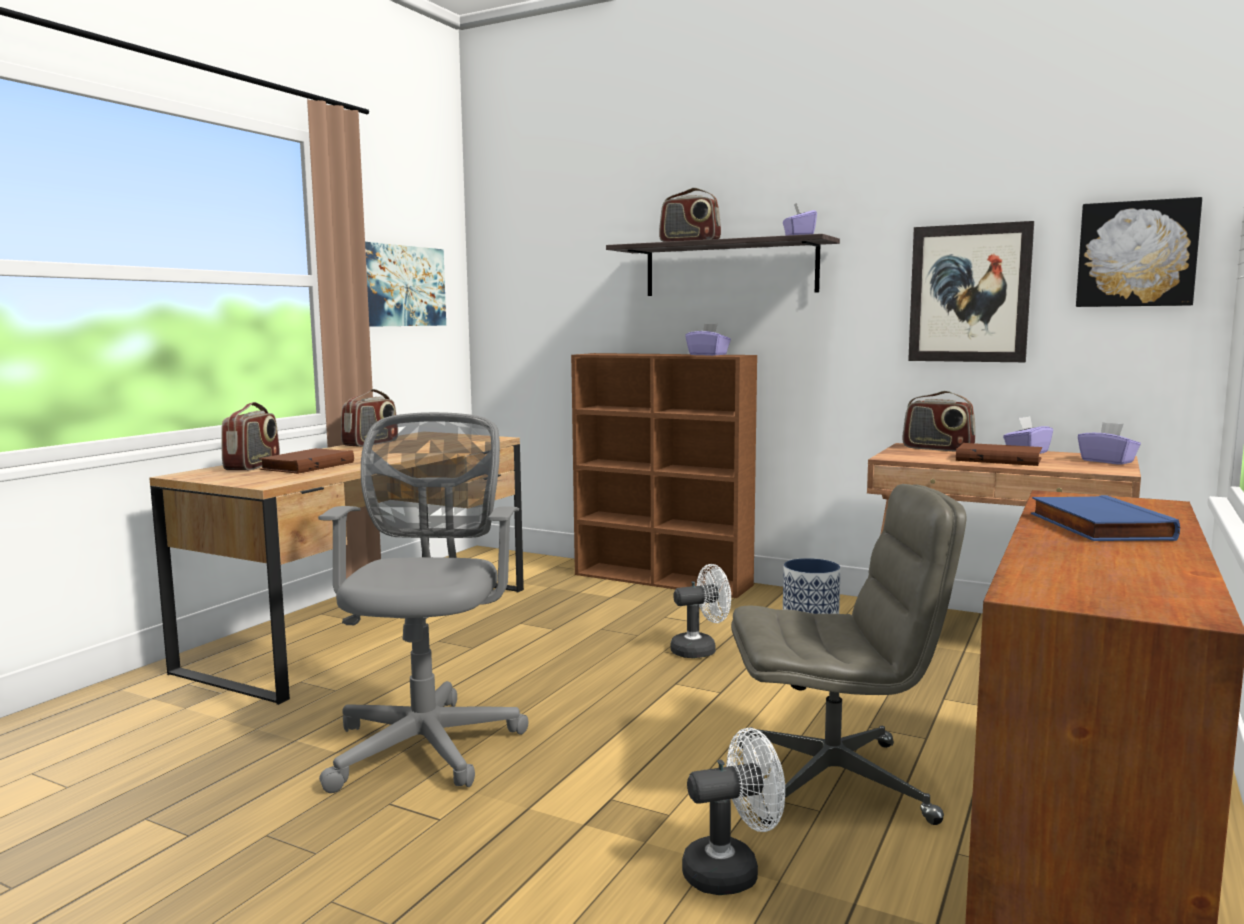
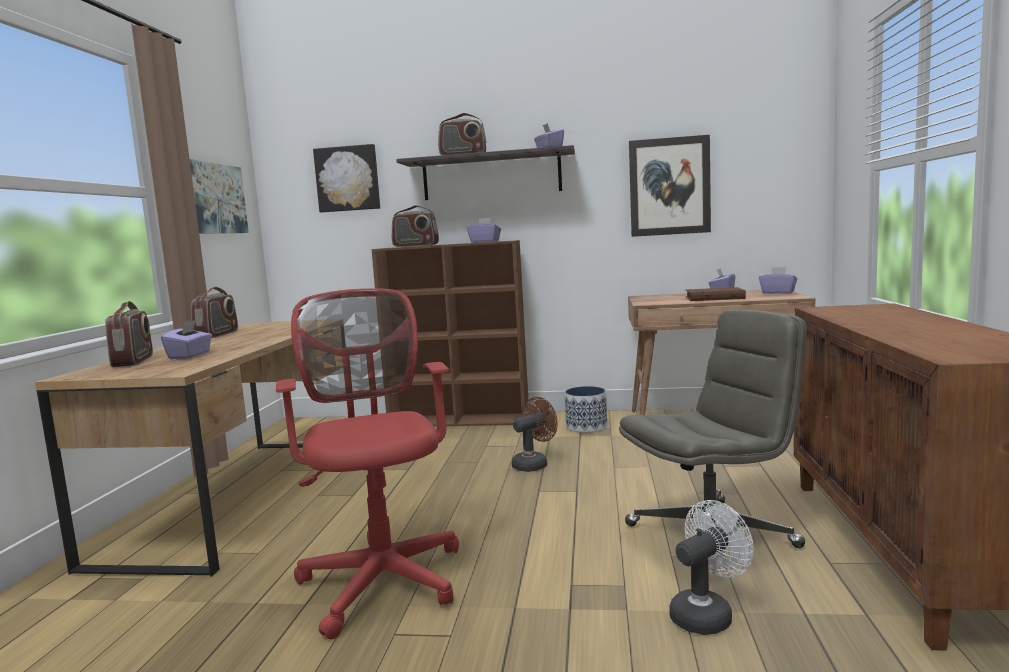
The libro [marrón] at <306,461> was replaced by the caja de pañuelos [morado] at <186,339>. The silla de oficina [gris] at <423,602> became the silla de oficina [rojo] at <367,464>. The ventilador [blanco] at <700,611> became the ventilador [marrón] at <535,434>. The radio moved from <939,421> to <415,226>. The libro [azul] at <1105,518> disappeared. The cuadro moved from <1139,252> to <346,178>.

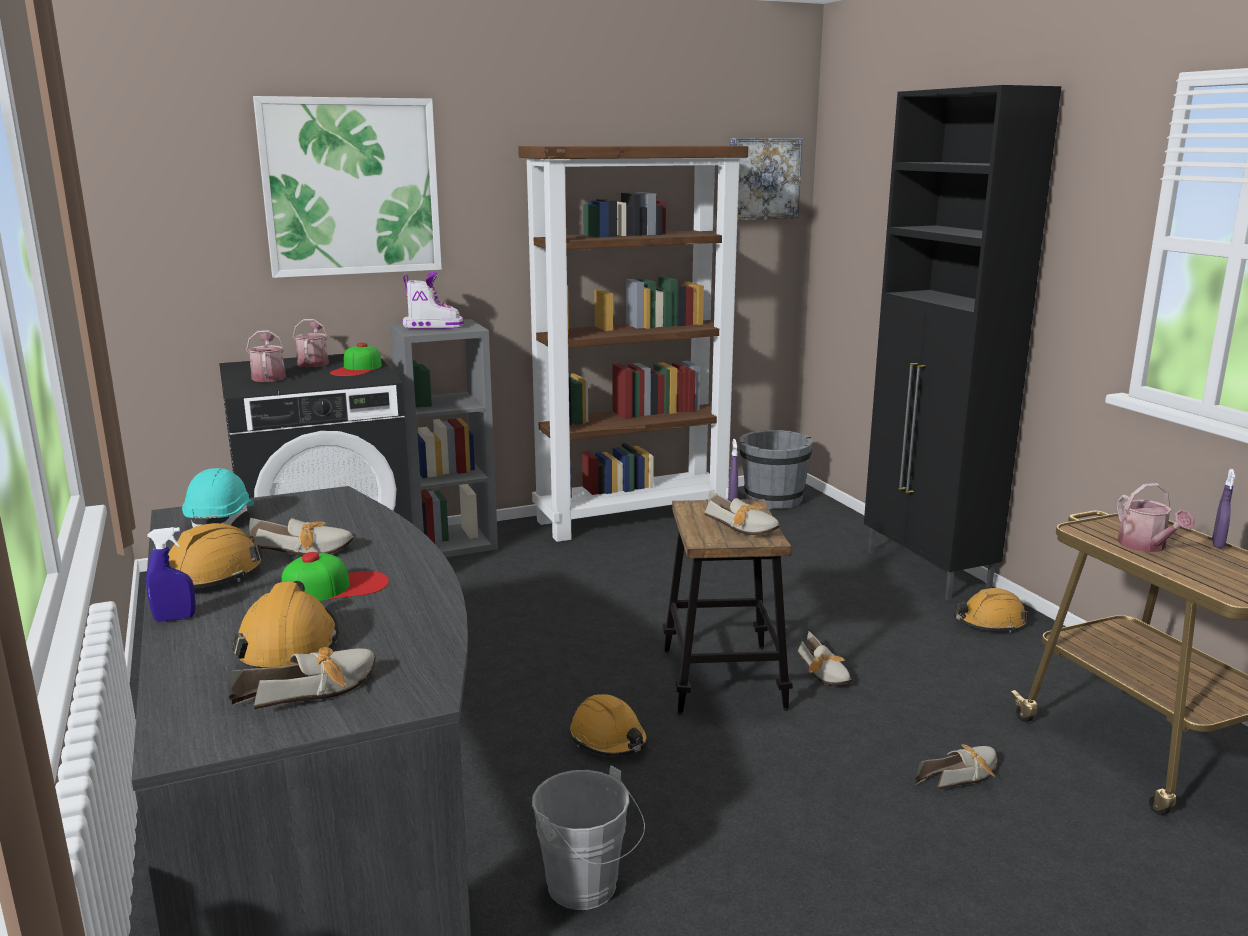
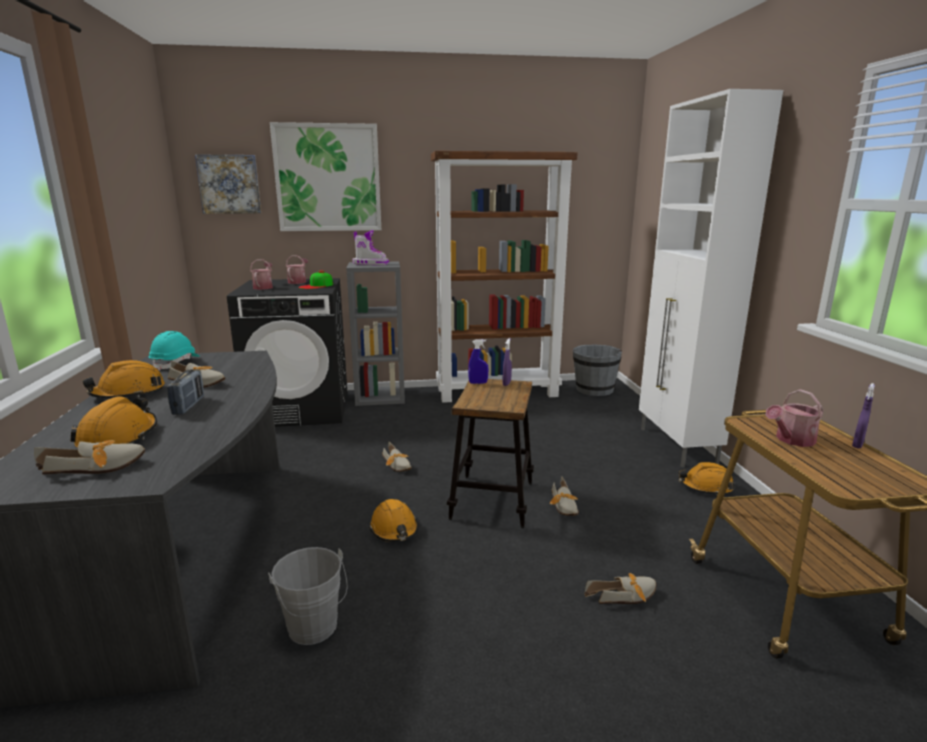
The pulverizador [azul] moved from <171,574> to <478,361>. The gorra at <335,576> was replaced by the radio at <185,392>. The zapato moved from <742,513> to <397,457>. The cuadro moved from <766,179> to <228,184>. The armario [negro] at <963,342> became the armario [blanco] at <711,278>. The regadera at <1156,517> turned 60 degrees clockwise.

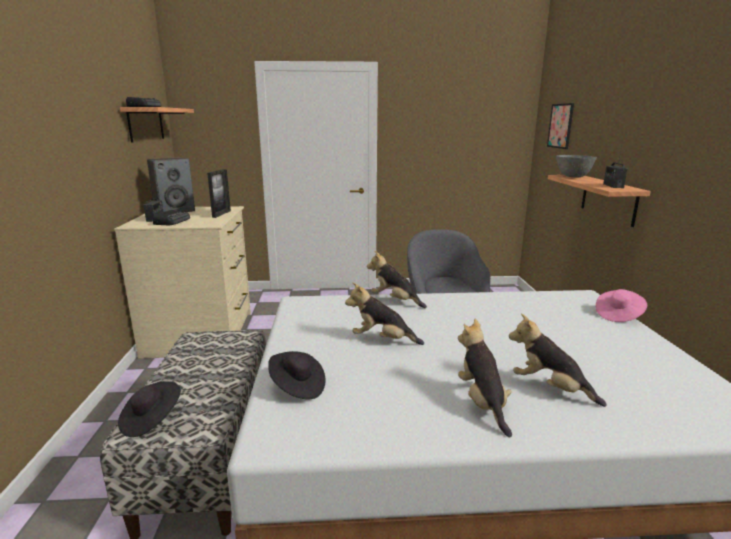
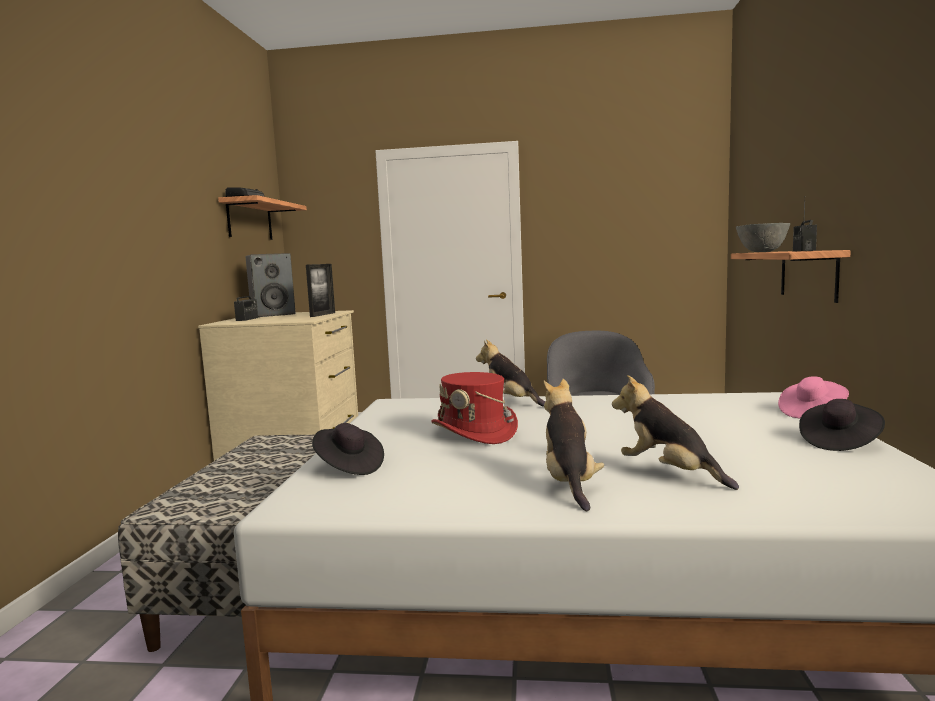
The sombrero [negro] moved from <149,409> to <842,425>. The radio at <171,217> disappeared. The peluche at <384,314> was replaced by the sombrero [rojo] at <474,408>. The cuadro at <560,126> disappeared.

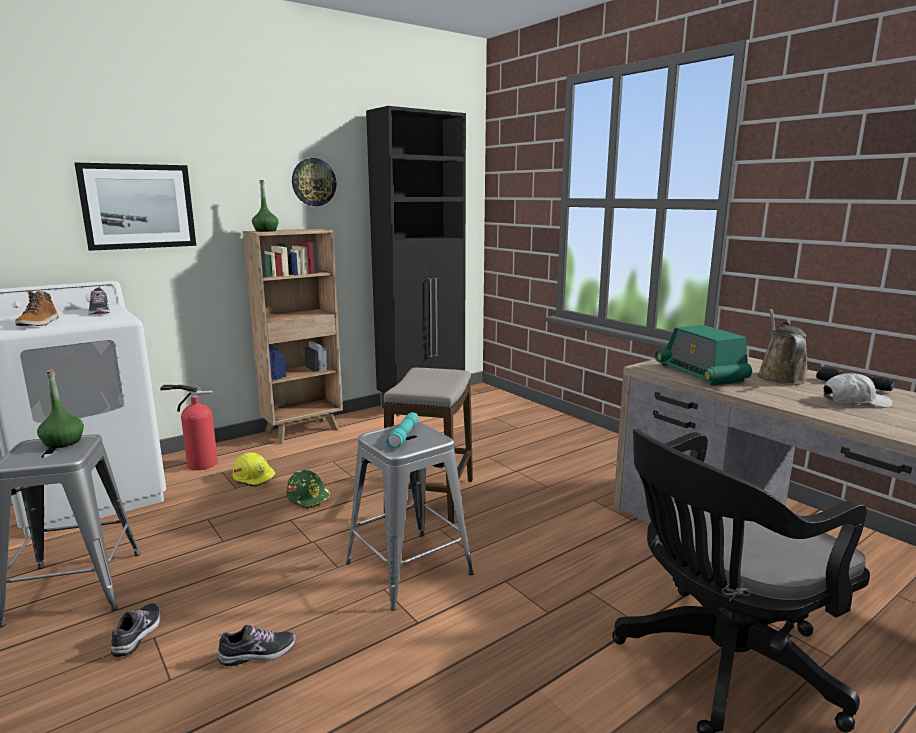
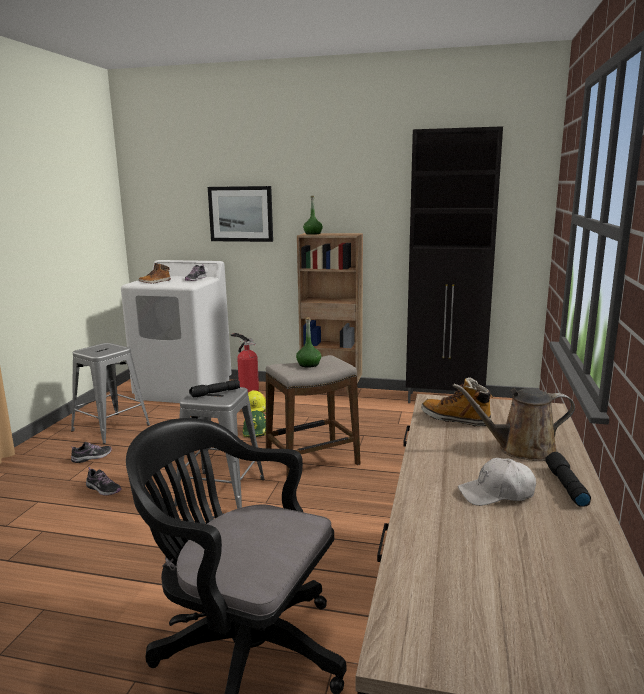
The botella [verde] moved from <60,408> to <308,342>. The reloj de pared at <314,182> disappeared. The linterna [turquesa] at <402,430> became the linterna [negro] at <214,389>. The radio at <703,355> was replaced by the bota at <457,401>. The regadera [marrón] at <782,347> turned 150 degrees counterclockwise. The gorra [blanco] at <858,390> turned 120 degrees clockwise.

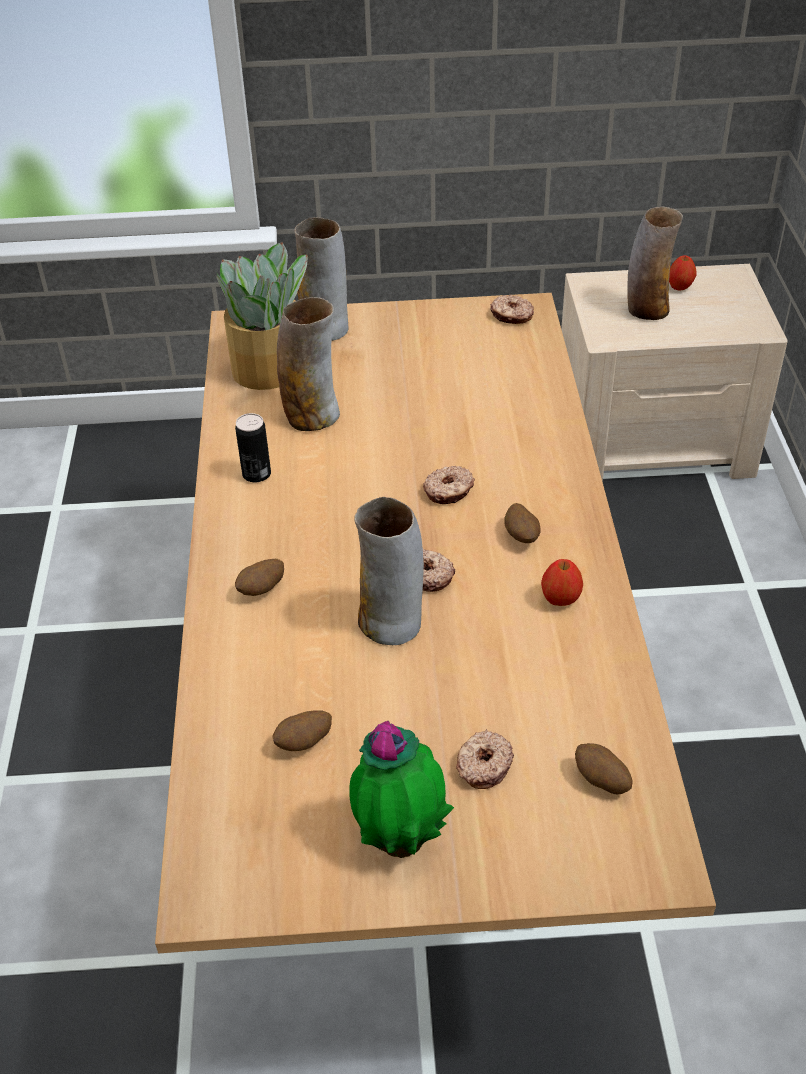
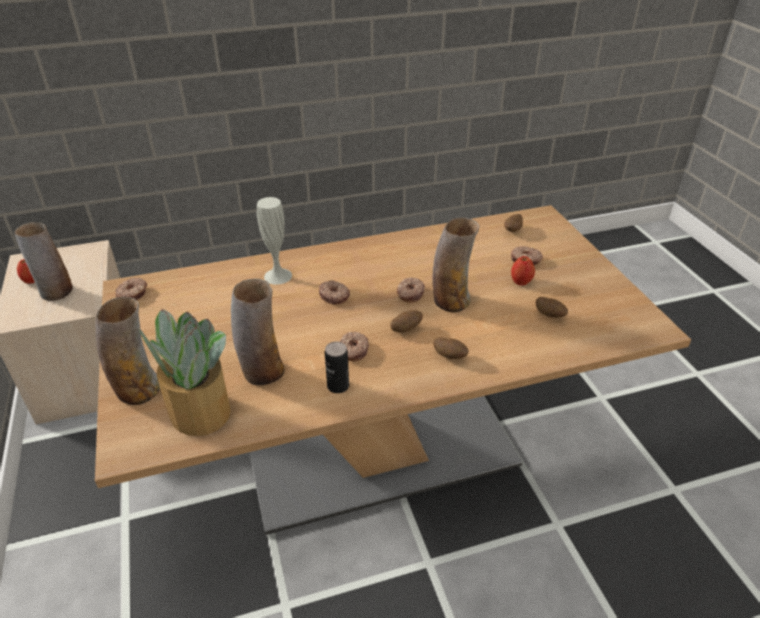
The planta en maceta at <401,789> disappeared. The patata moved from <522,523> to <406,321>. The manzana moved from <562,582> to <523,270>. The florero [blanco] at <274,241> appeared. The rosquilla at <354,347> appeared.

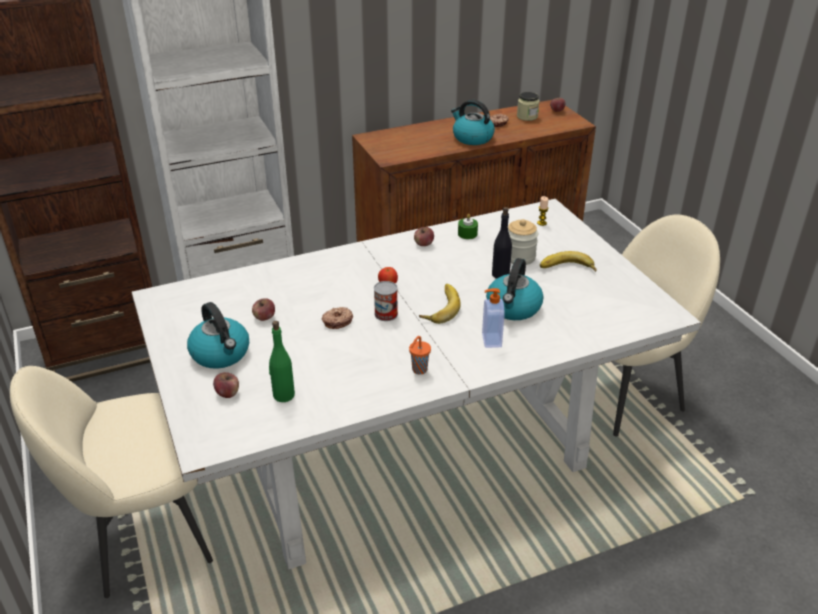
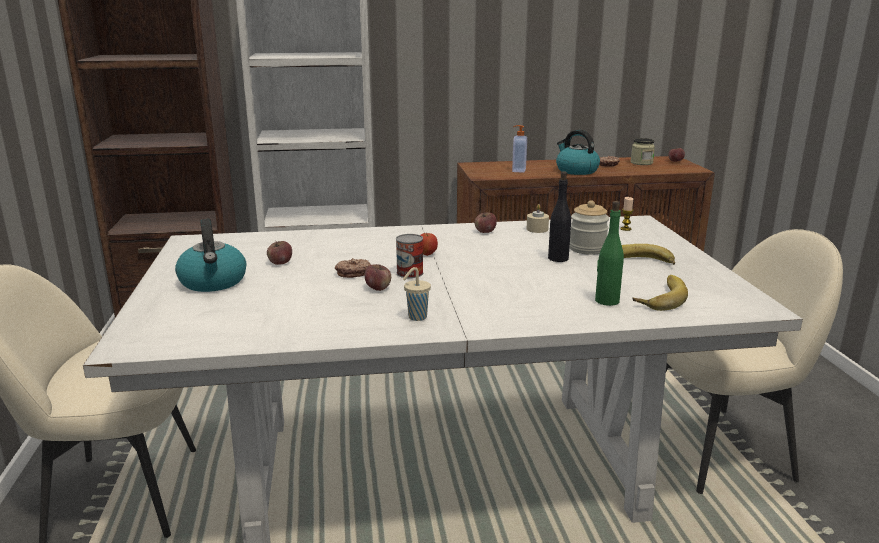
The manzana moved from <226,385> to <378,277>. The botella [verde] moved from <282,361> to <609,253>. The taza [naranja] at <420,355> became the taza [beis] at <417,294>. The plátano moved from <440,304> to <660,293>. The vela [verde] at <468,226> became the vela [beis] at <538,218>. The dispensador de jabón moved from <493,318> to <519,149>. The hervidor at <514,289> disappeared.

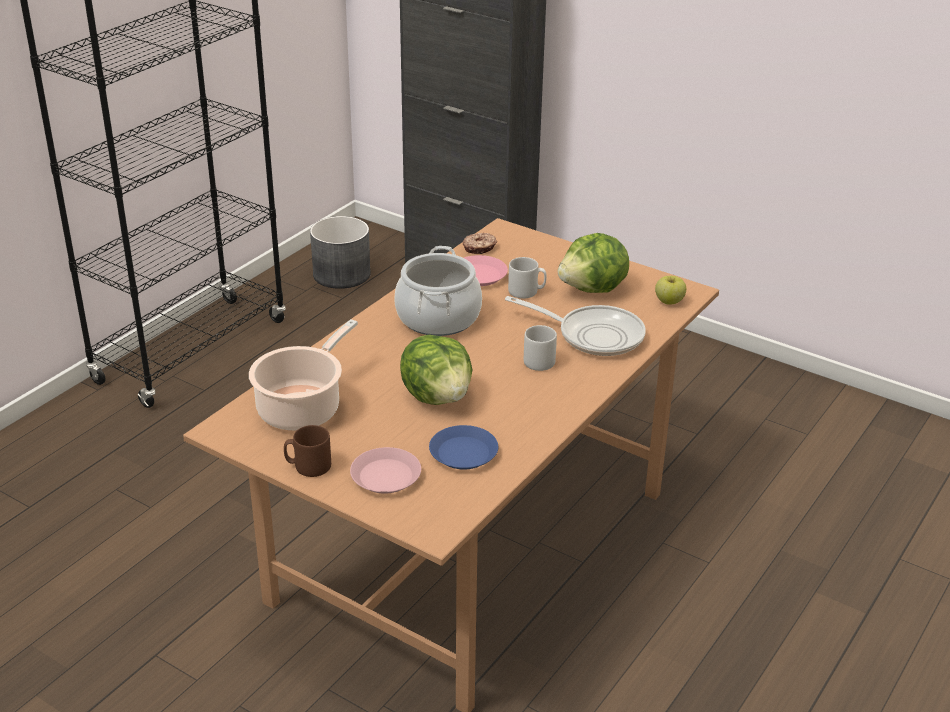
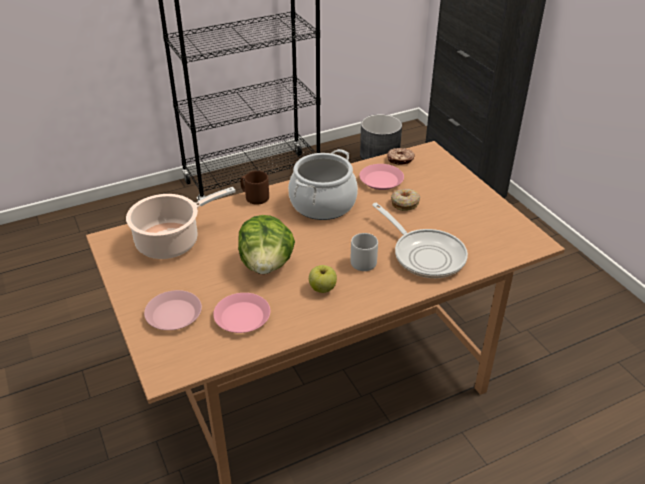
The taza grande [marrón] moved from <307,451> to <254,188>. The plato [azul] at <463,447> became the plato [rosa] at <242,313>. The taza grande [gris] at <527,278> was replaced by the rosquilla at <405,200>. The lechuga at <593,263> disappeared. The manzana moved from <670,290> to <323,279>.

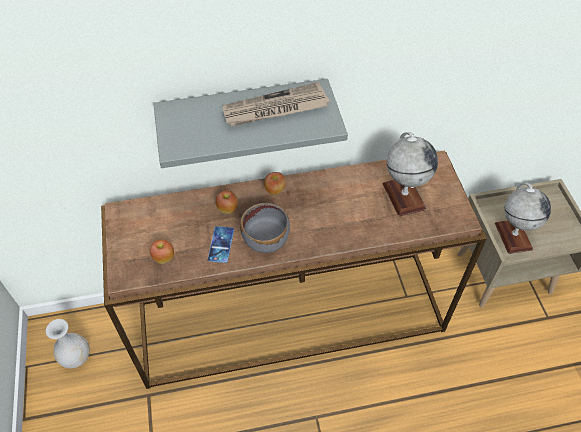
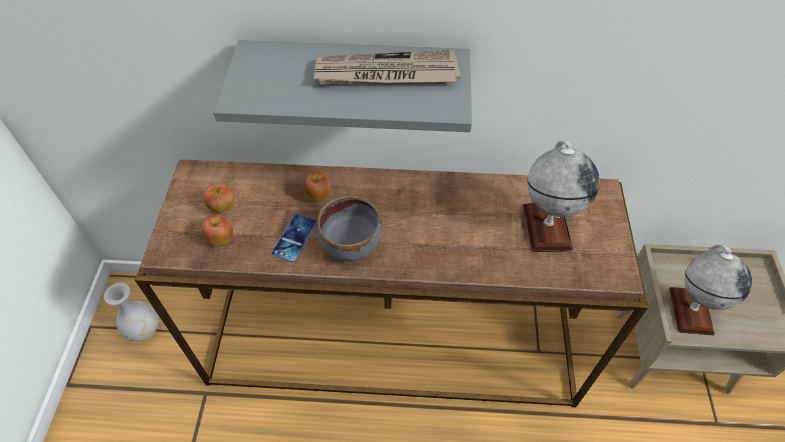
The manzana moved from <275,183> to <219,198>.

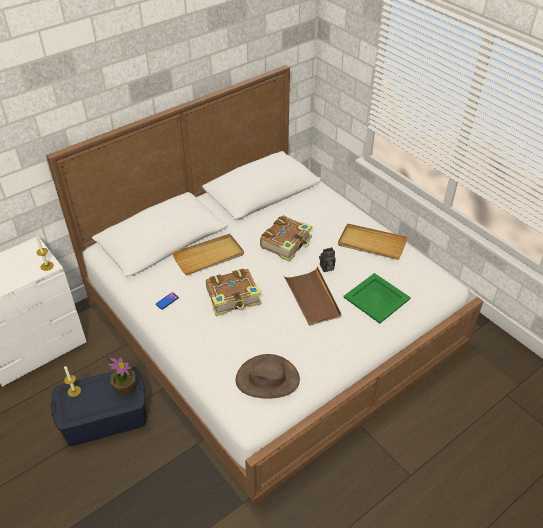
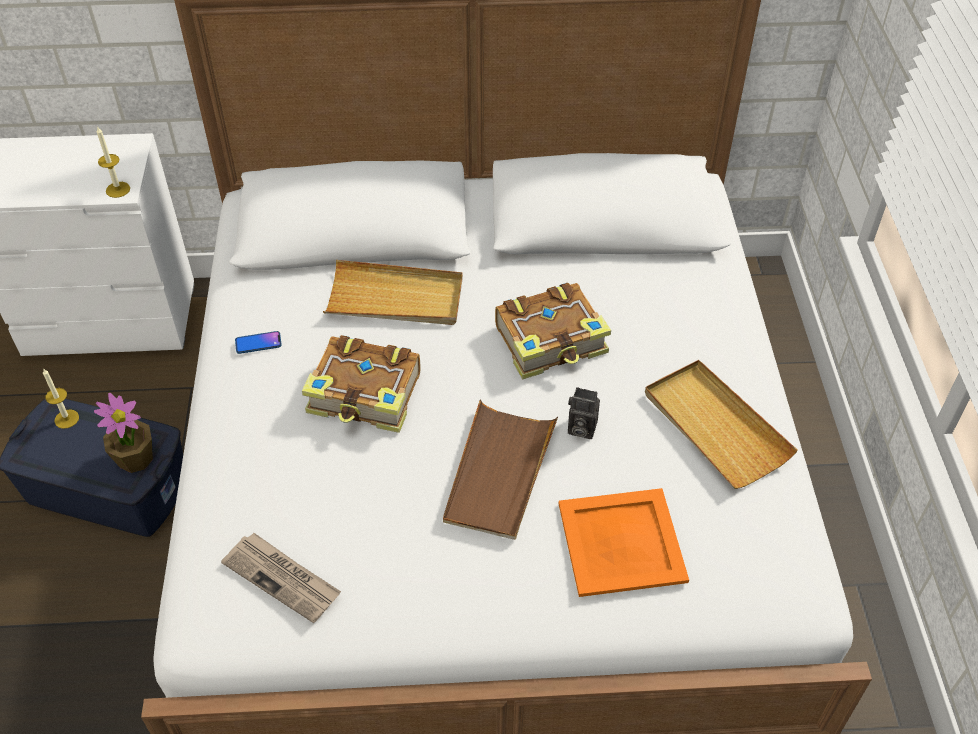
The sombrero [marrón] at <268,376> was replaced by the periódico at <281,578>. The bandeja [verde] at <377,298> became the bandeja [naranja] at <623,542>.

